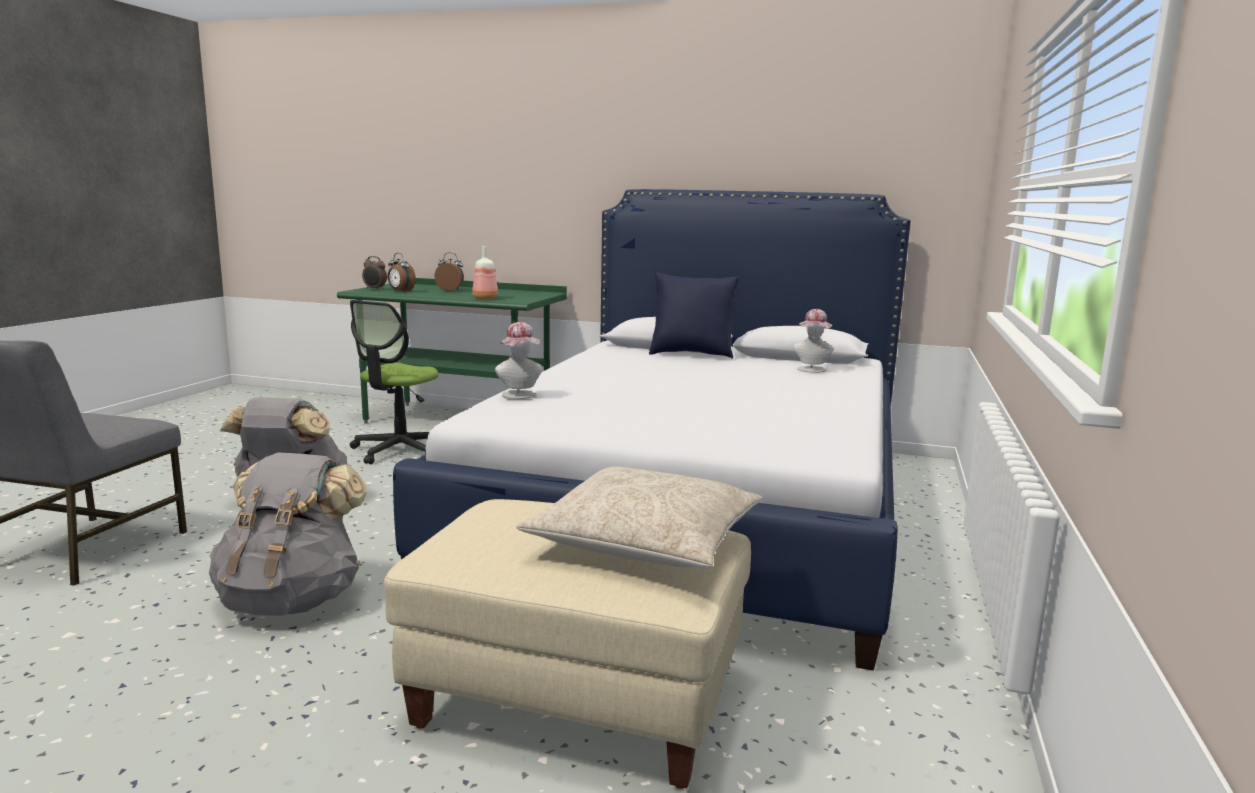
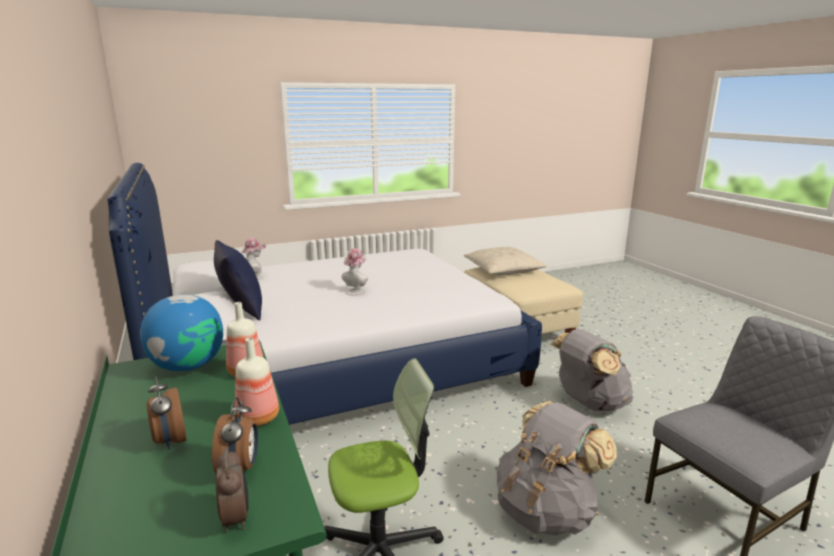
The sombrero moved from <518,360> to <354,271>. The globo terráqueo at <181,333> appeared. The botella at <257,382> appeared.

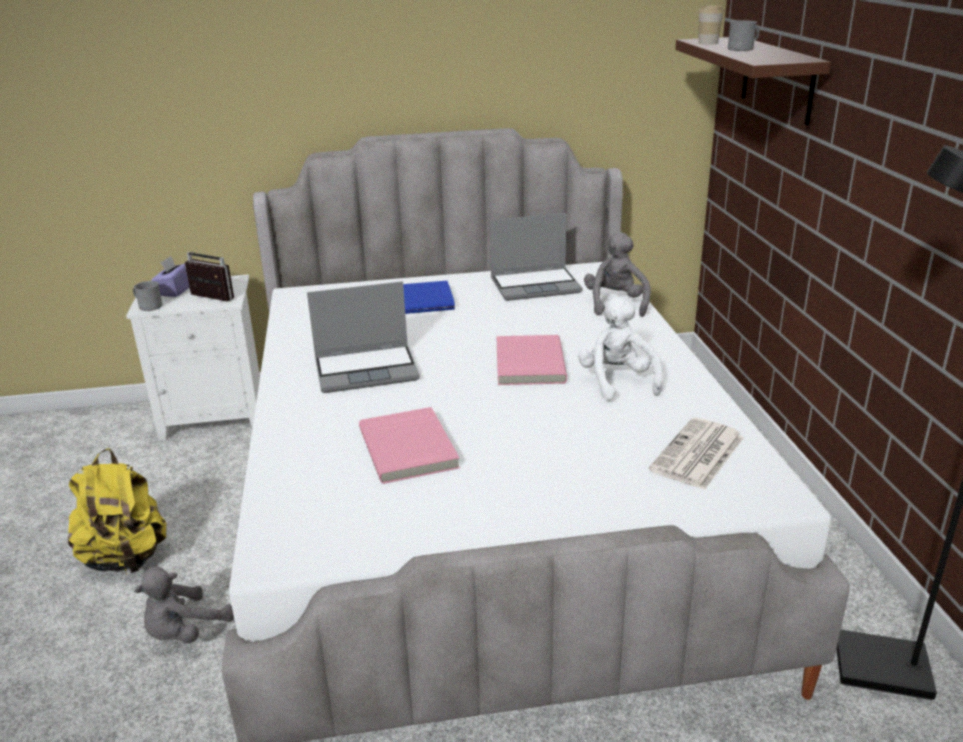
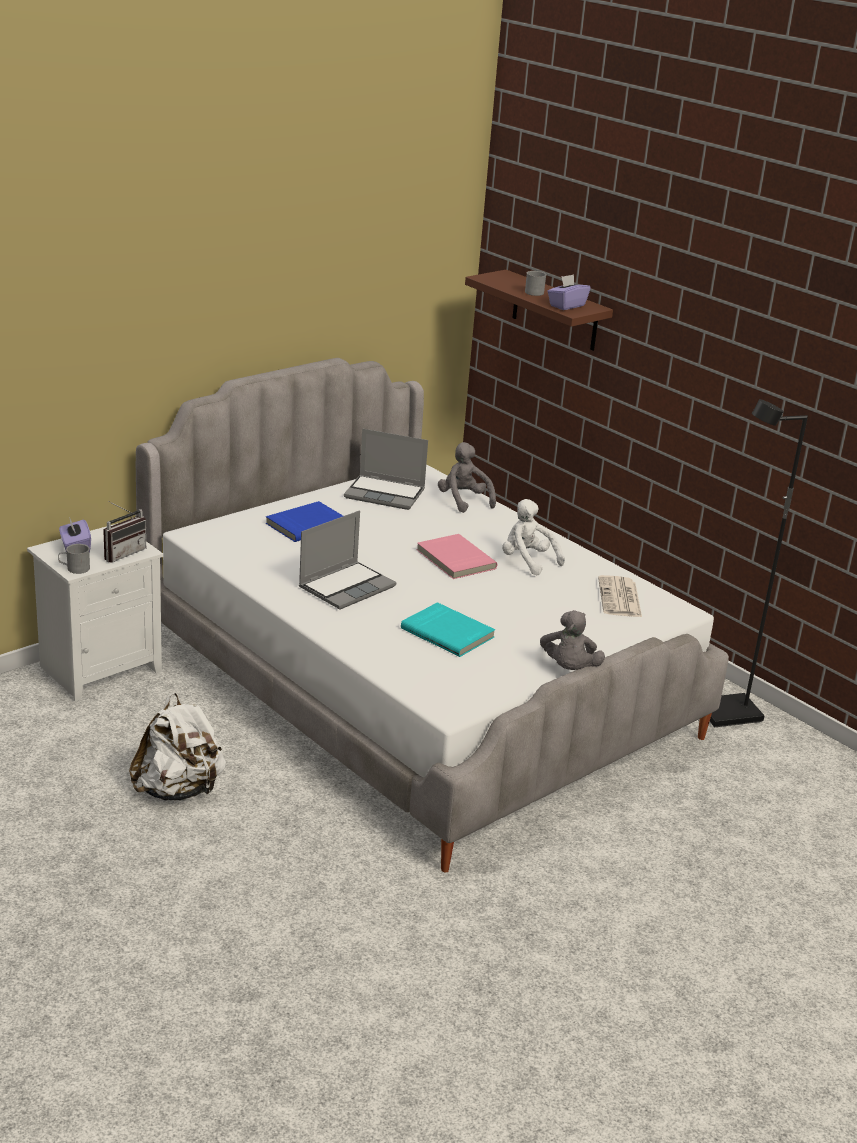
The mochila [amarillo] at <117,510> became the mochila [blanco] at <177,746>. The peluche [gris] moved from <184,604> to <572,640>. The radio at <209,275> turned 135 degrees clockwise. The libro [rosa] at <409,445> became the libro [turquesa] at <448,629>. The portátil at <536,257> turned 60 degrees clockwise. The taza at <711,25> disappeared. The caja de pañuelos [morado] at <569,292> appeared.

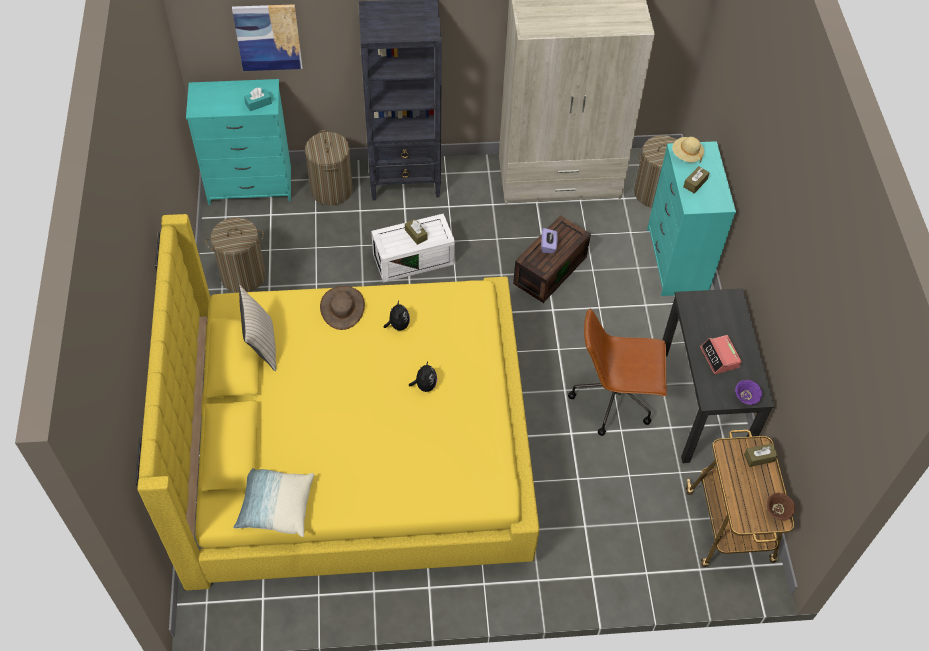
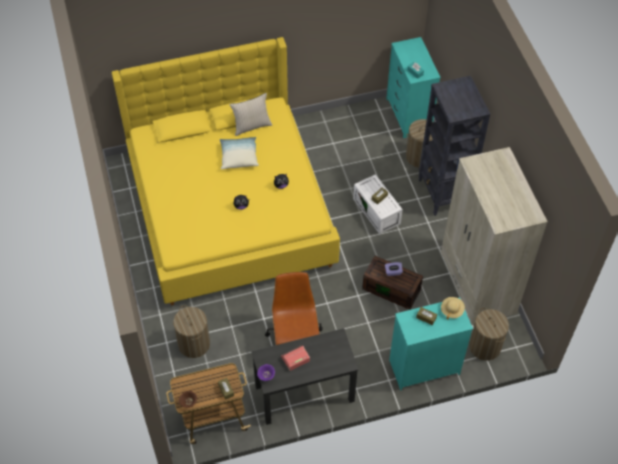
The cesto de la ropa moved from <235,255> to <191,331>. The cuadro at <267,37> disappeared. The cojín moved from <273,502> to <239,153>. The sombrero [marrón] at <342,308> disappeared.

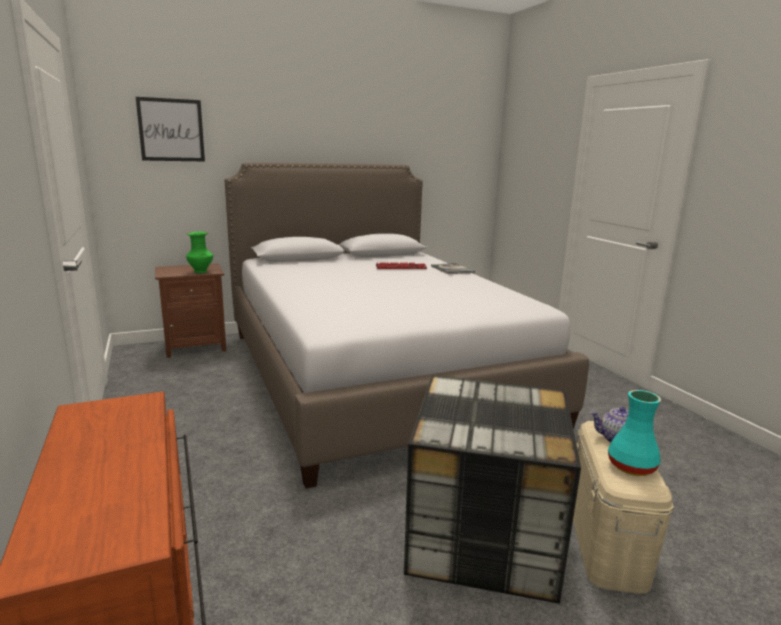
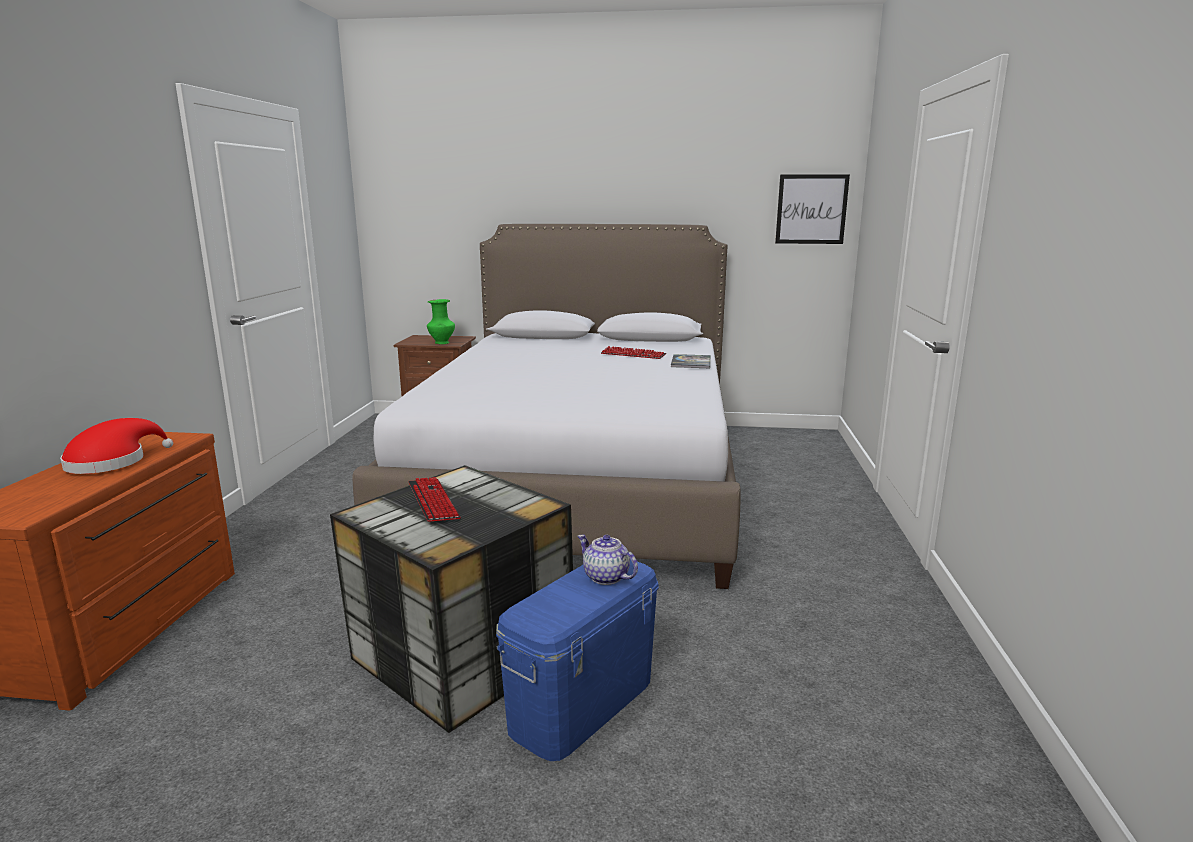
The cuadro moved from <170,129> to <812,209>. The caja de almacenaje [beis] at <623,507> became the caja de almacenaje [azul] at <577,660>. The florero [turquesa] at <634,433> disappeared. The sombrero [rojo] at <116,446> appeared. The teclado at <434,499> appeared.

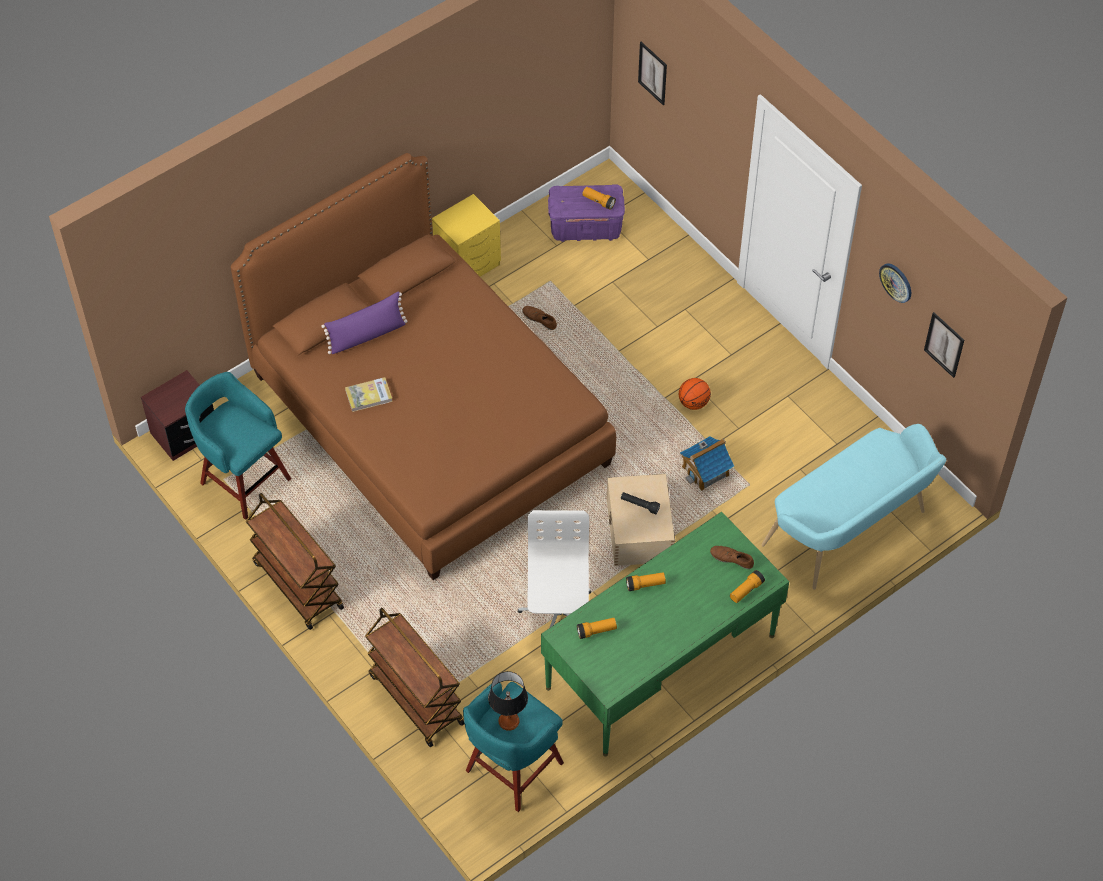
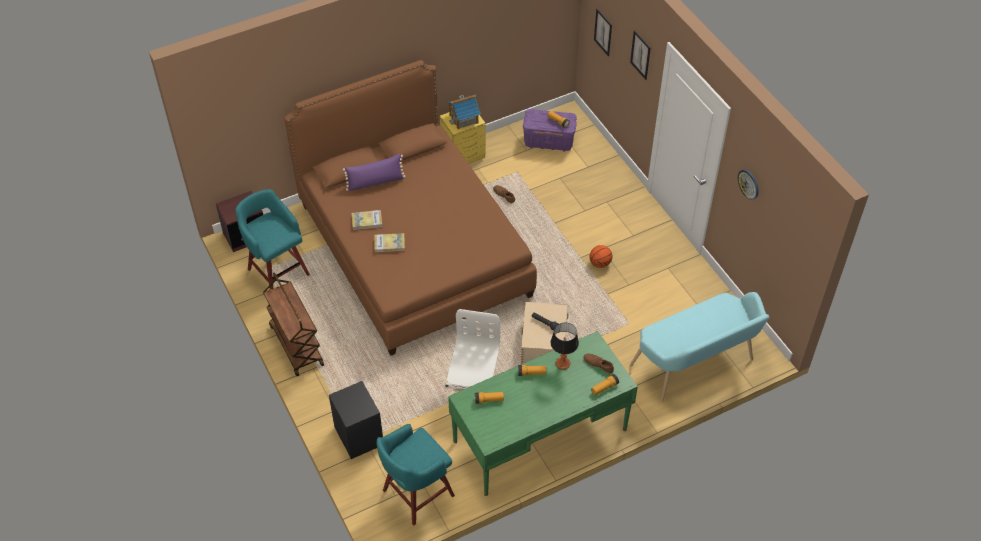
The carrito [marrón] at <415,677> was replaced by the mesita de noche [negro] at <356,420>. The lámpara de mesa moved from <508,701> to <565,346>. The casita moved from <707,463> to <464,112>. The cuadro moved from <944,345> to <640,55>. The libro at <389,242> appeared.

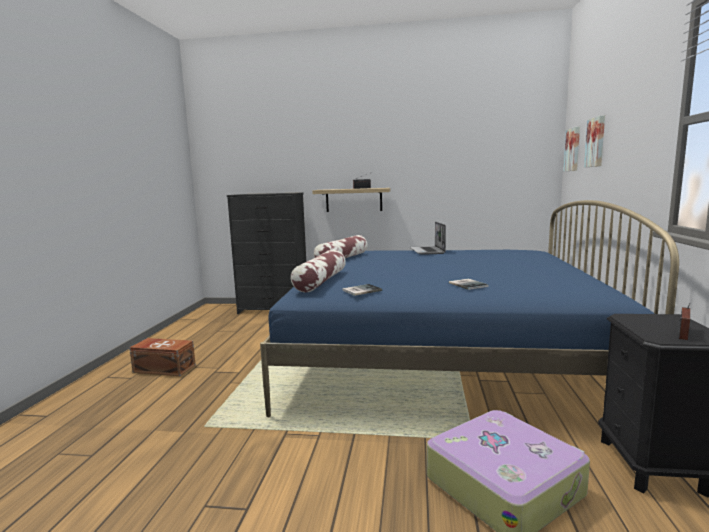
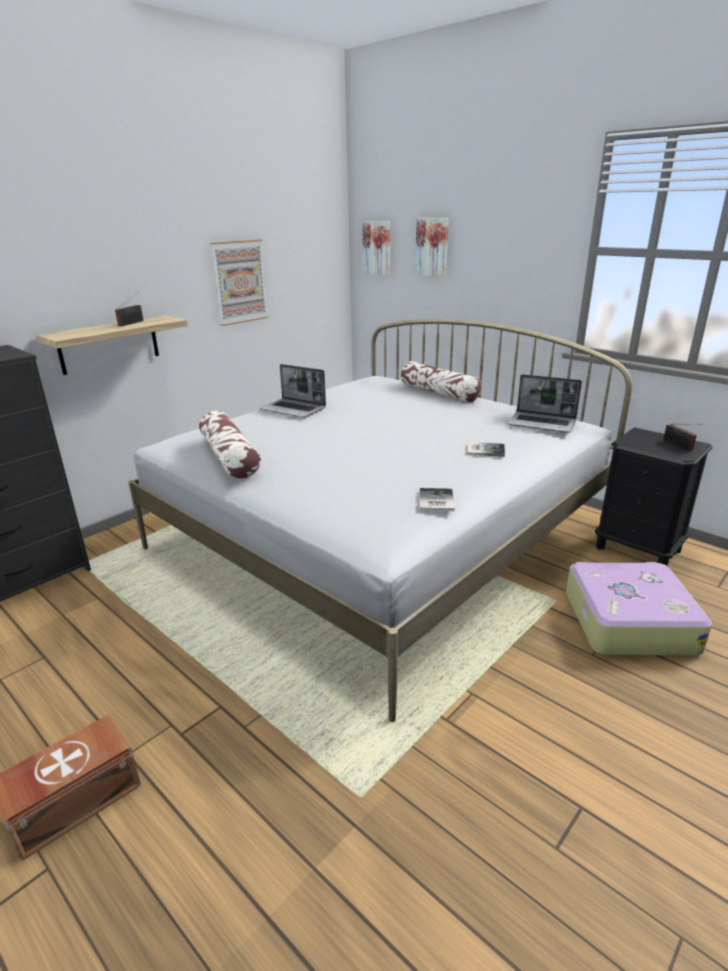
The cama [azul] at <469,308> became the cama [blanco] at <380,520>. The cojín moved from <318,271> to <441,382>. The cuadro at <240,282> appeared. The portátil at <545,403> appeared.

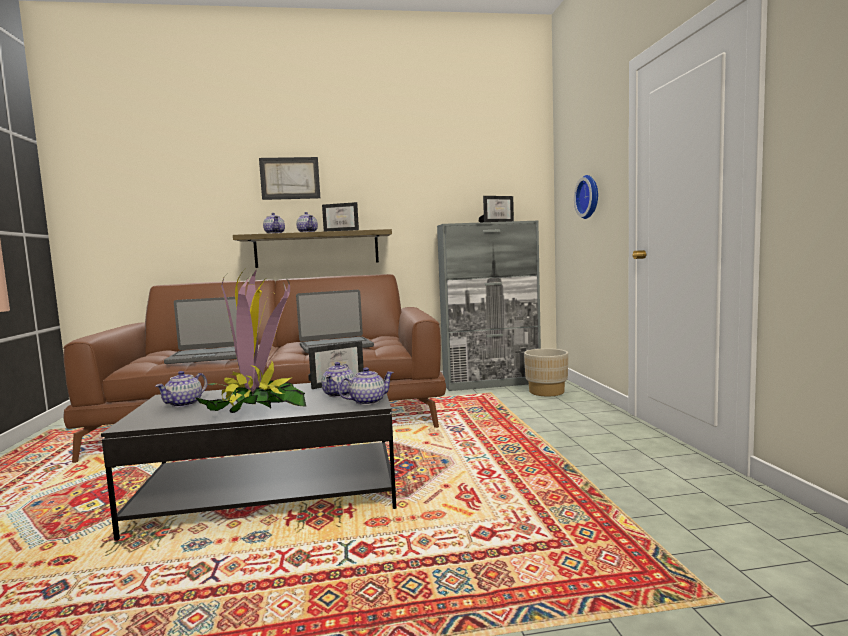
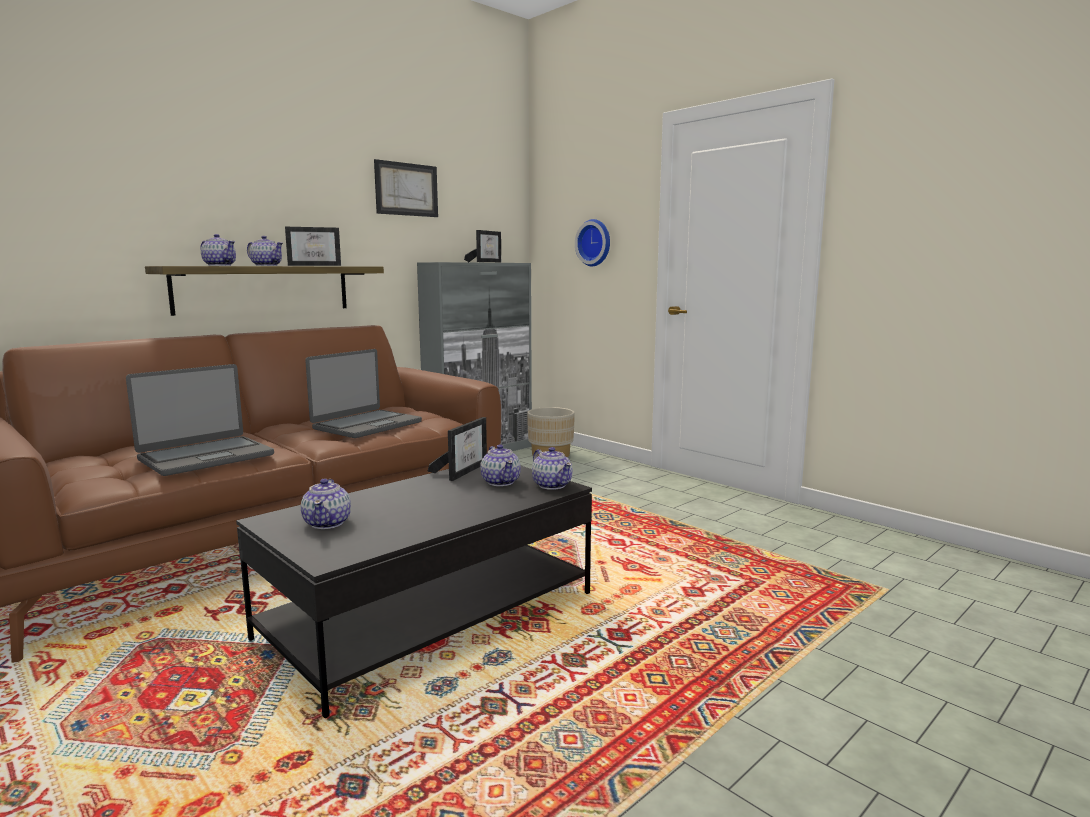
The planta en maceta at <251,341> disappeared. The cuadro moved from <289,178> to <406,188>. The tetera at <366,386> turned 120 degrees clockwise.

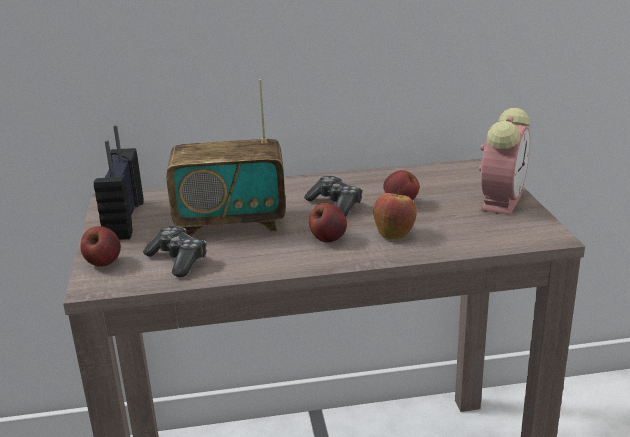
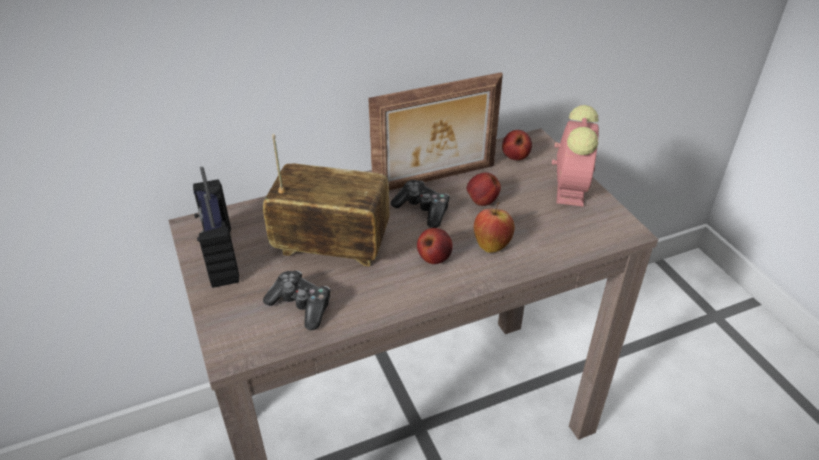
The manzana moved from <100,246> to <517,145>. The radio at <226,157> turned 150 degrees counterclockwise. The portarretratos at <435,131> appeared.

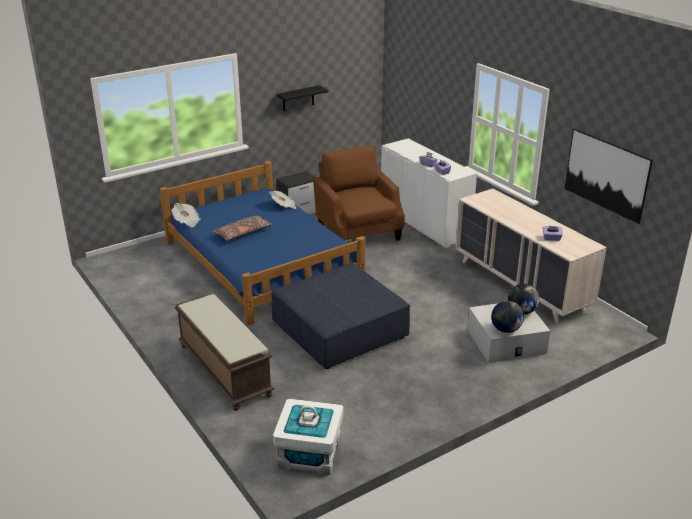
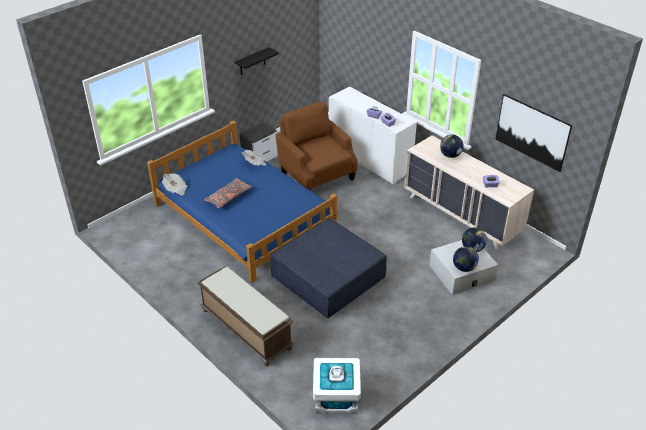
The globo terráqueo at <452,146> appeared.

